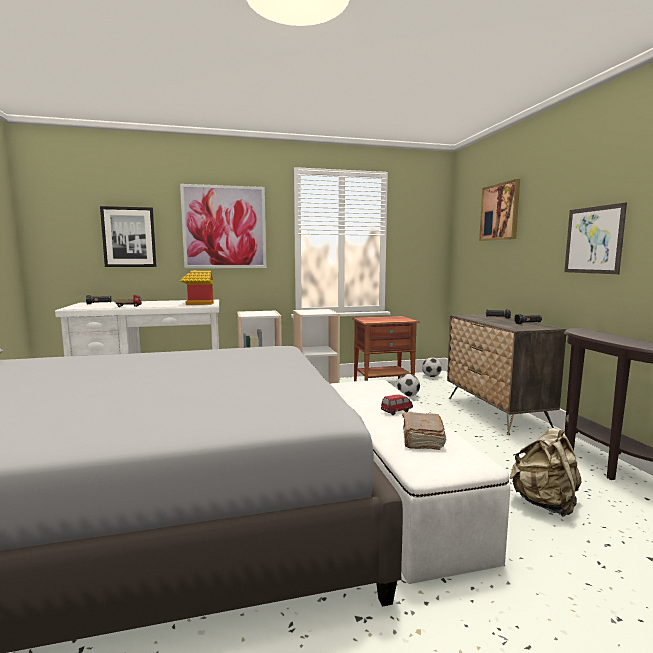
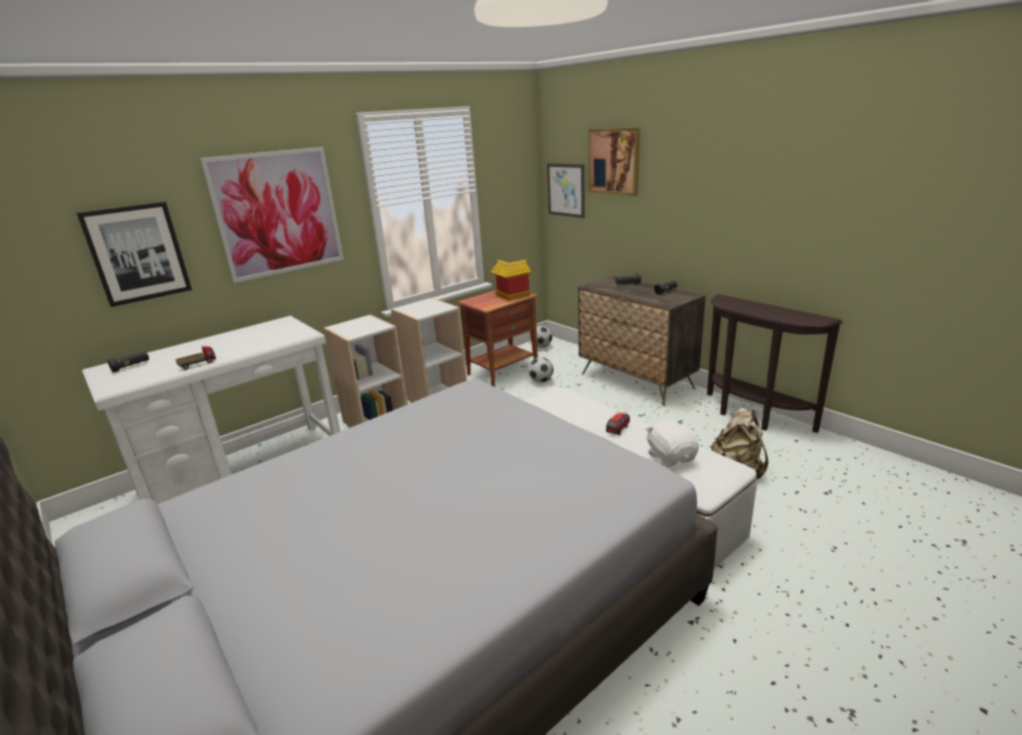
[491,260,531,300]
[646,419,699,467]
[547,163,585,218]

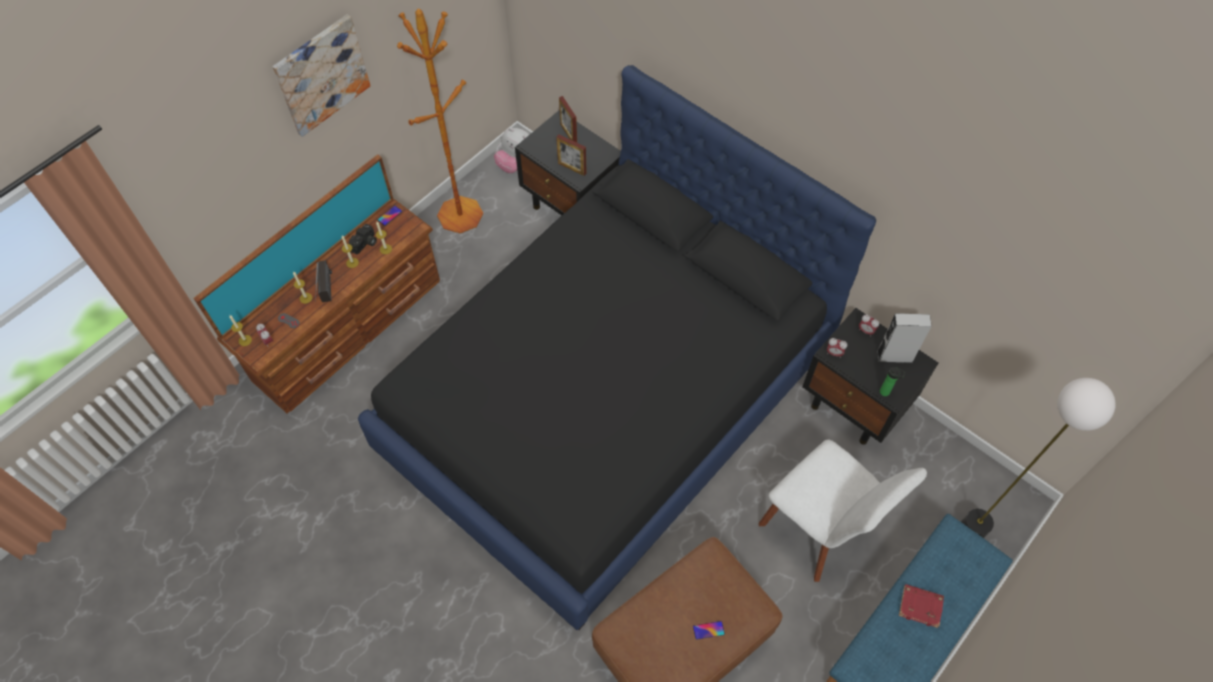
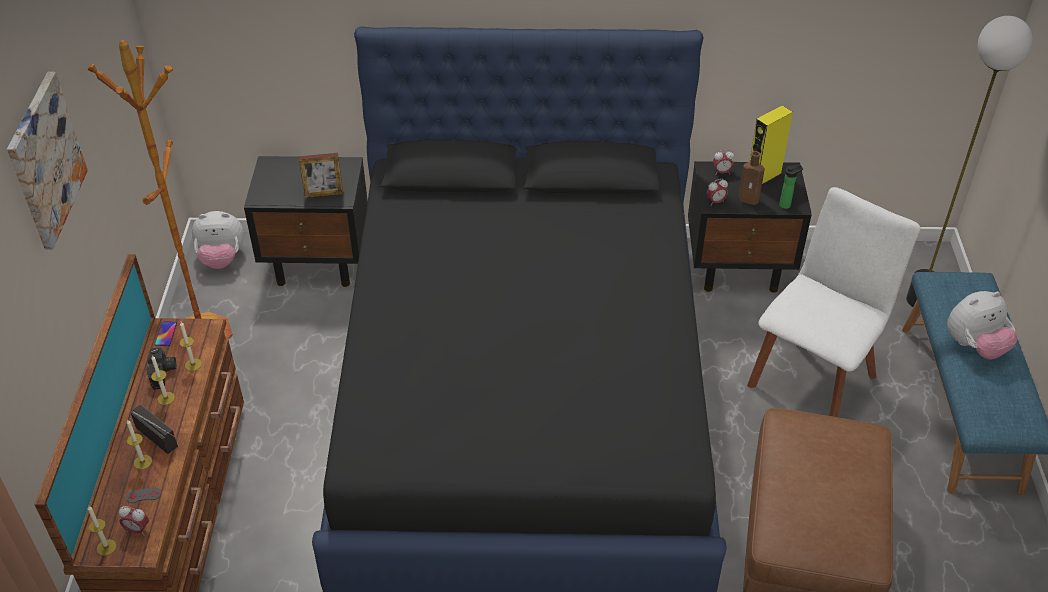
[559,96,577,143] (first image)
[693,621,725,640] (first image)
[747,187,920,417]
[749,105,793,185]
[947,291,1017,359]
[738,151,765,205]

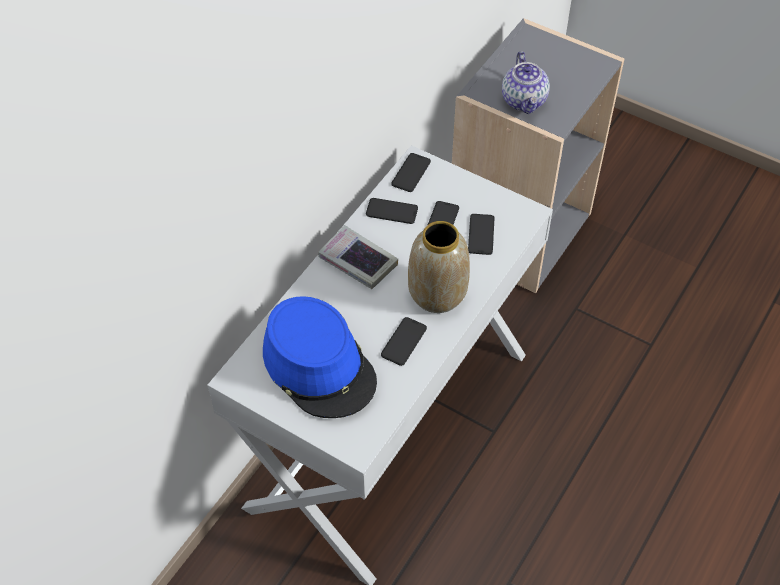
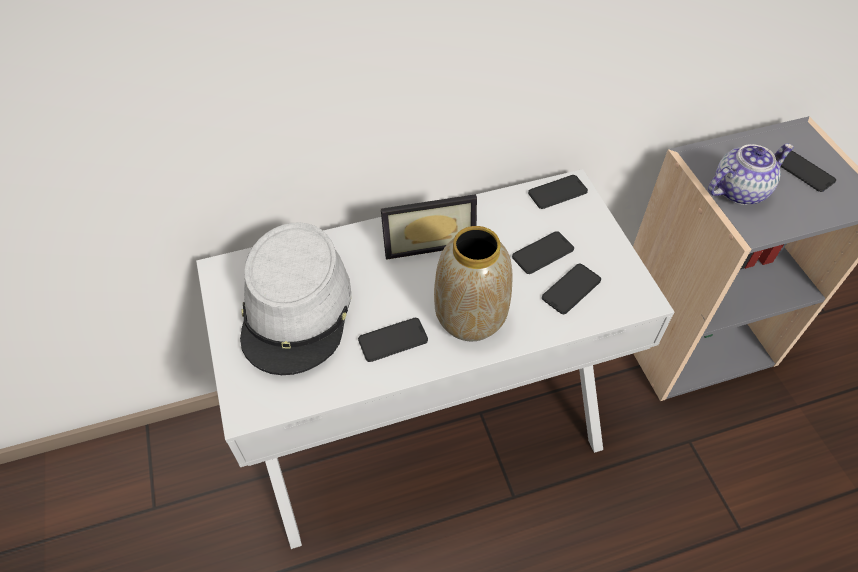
[240,222,351,375]
[381,194,477,260]
[781,151,836,192]
[708,143,794,205]

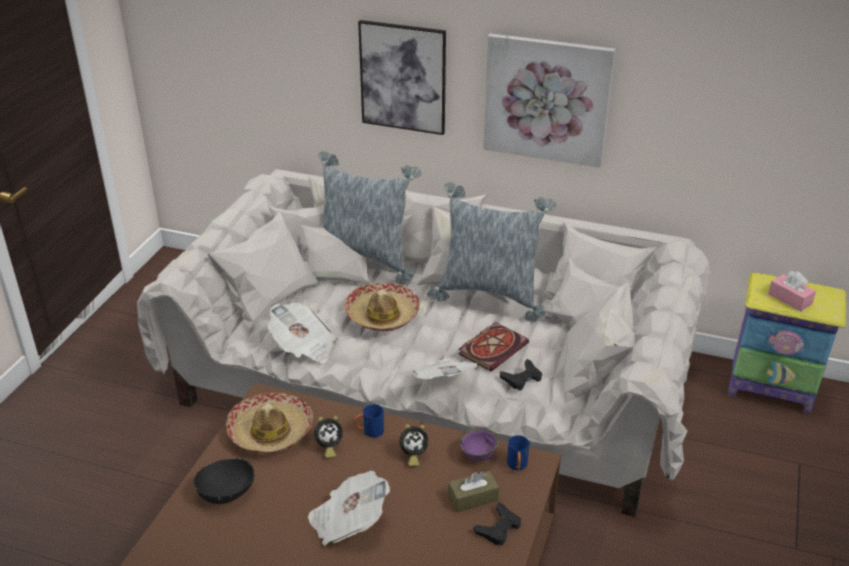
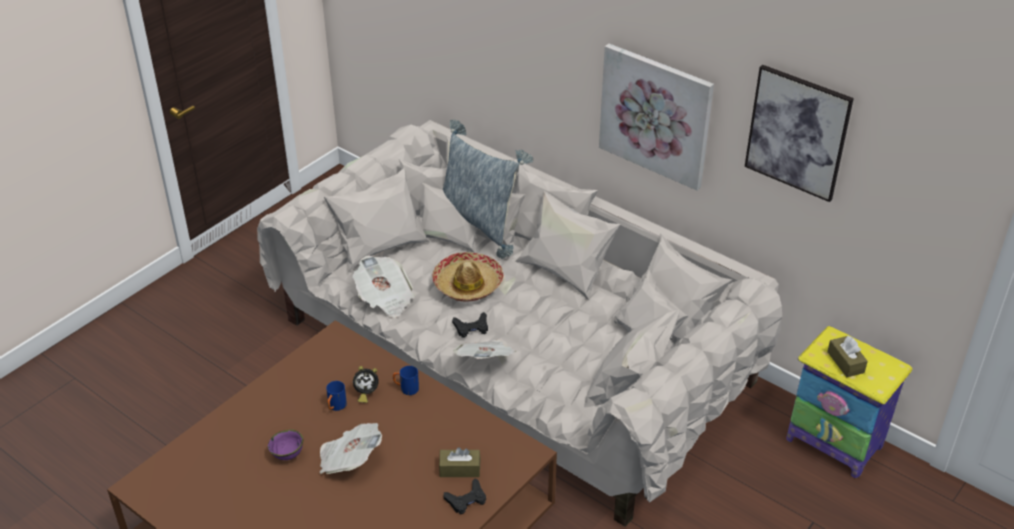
[194,458,254,504] (first image)
[226,393,313,454] (first image)
[745,65,854,202]
[399,424,428,466] (first image)
[426,182,556,323] (first image)
[458,322,529,372] (first image)
[268,430,303,460]
[452,312,488,338]
[326,381,347,411]
[827,335,868,377]

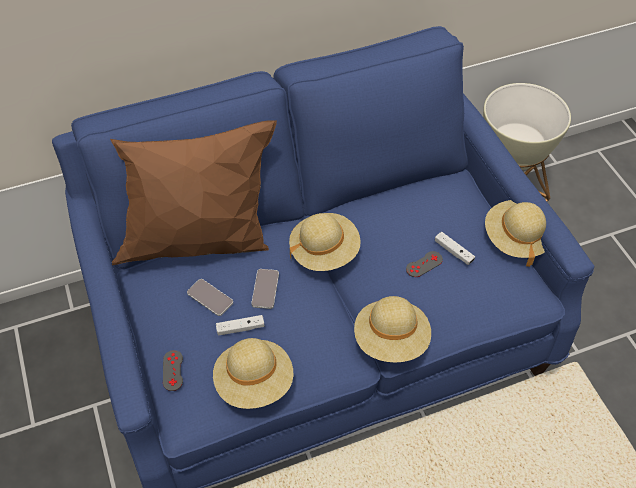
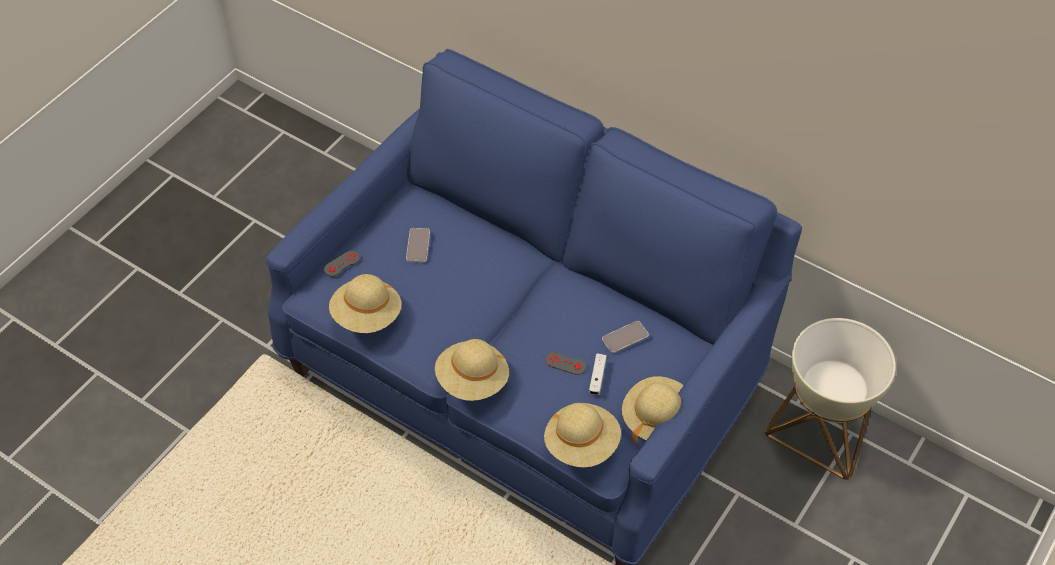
[110,120,277,265] (first image)
[216,315,265,336] (first image)
[602,321,649,353]
[544,403,621,467]

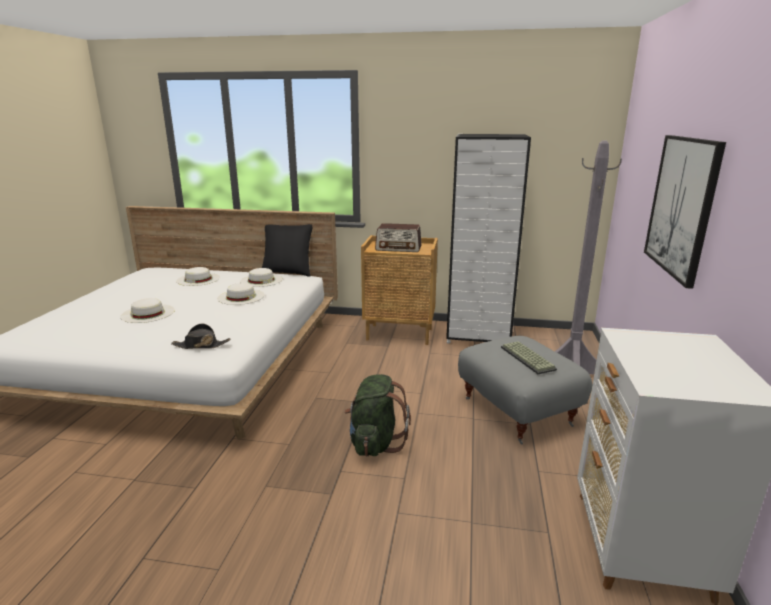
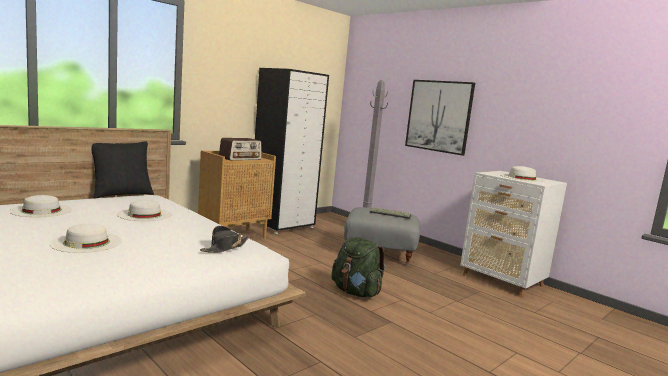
[500,166,545,182]

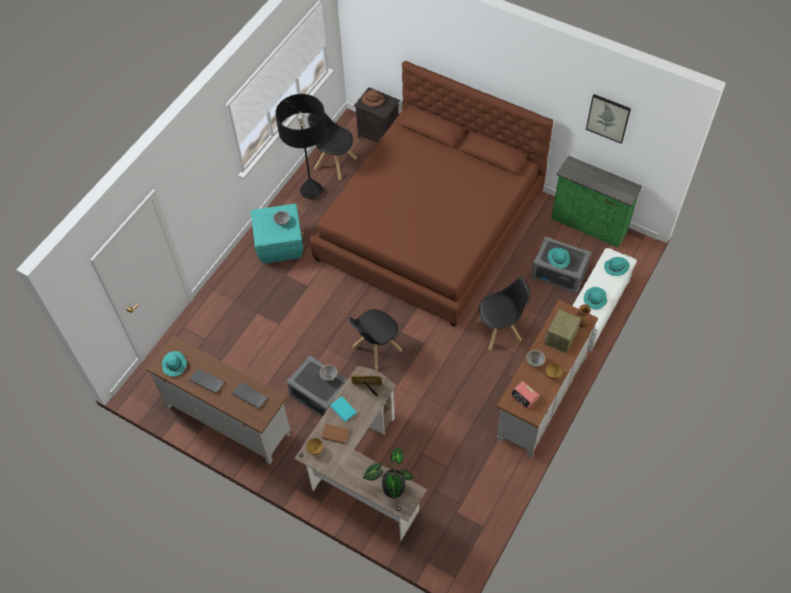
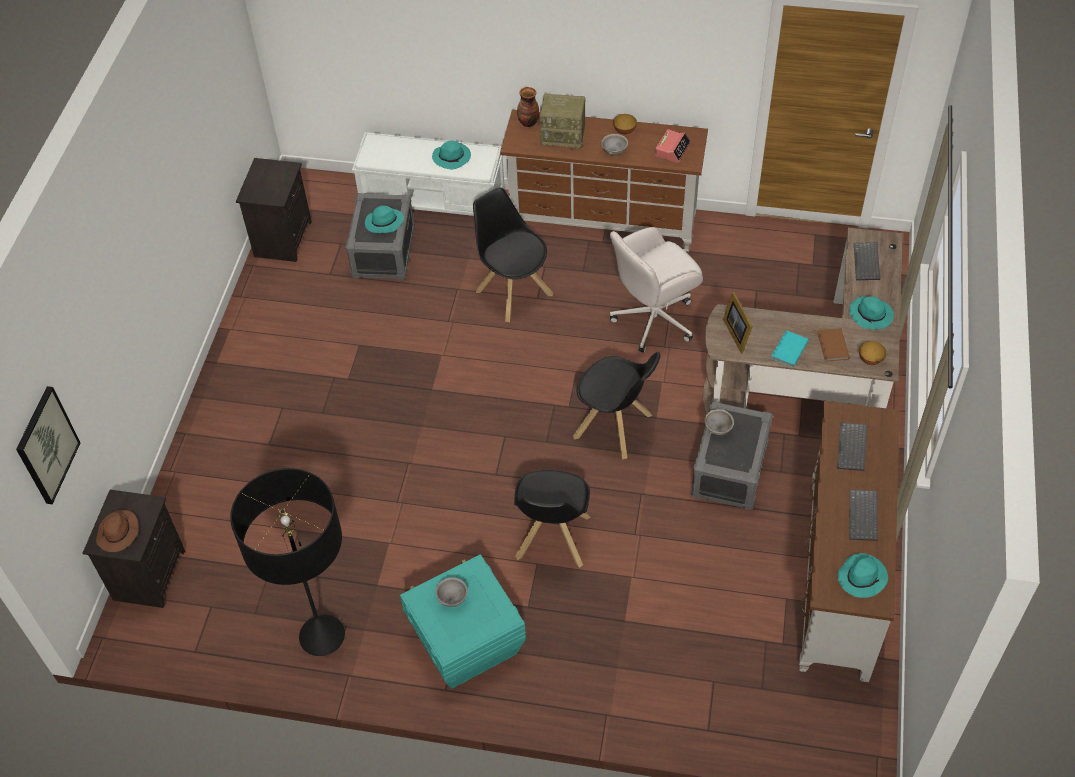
[514,470,591,568]
[310,61,553,327] (first image)
[854,242,880,280]
[236,158,312,262]
[16,386,80,504]
[849,296,894,329]
[610,227,703,353]

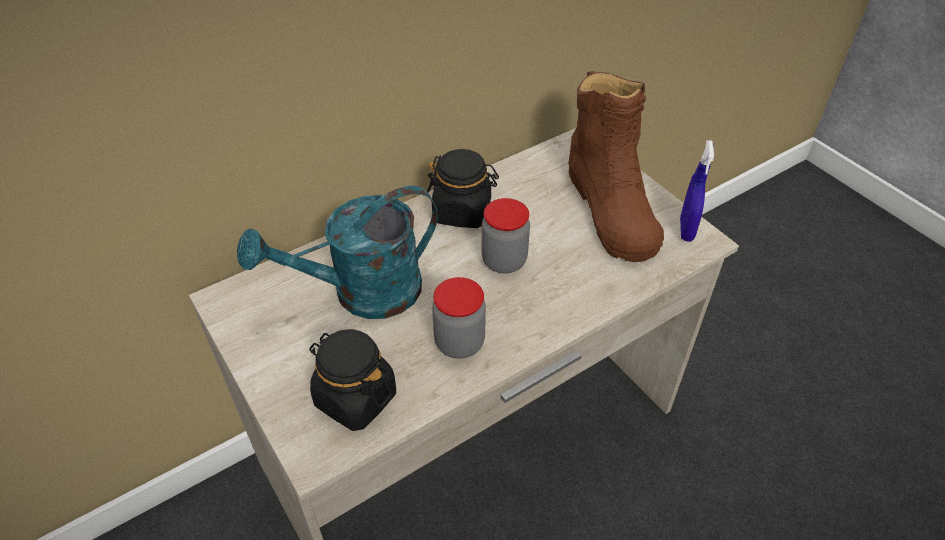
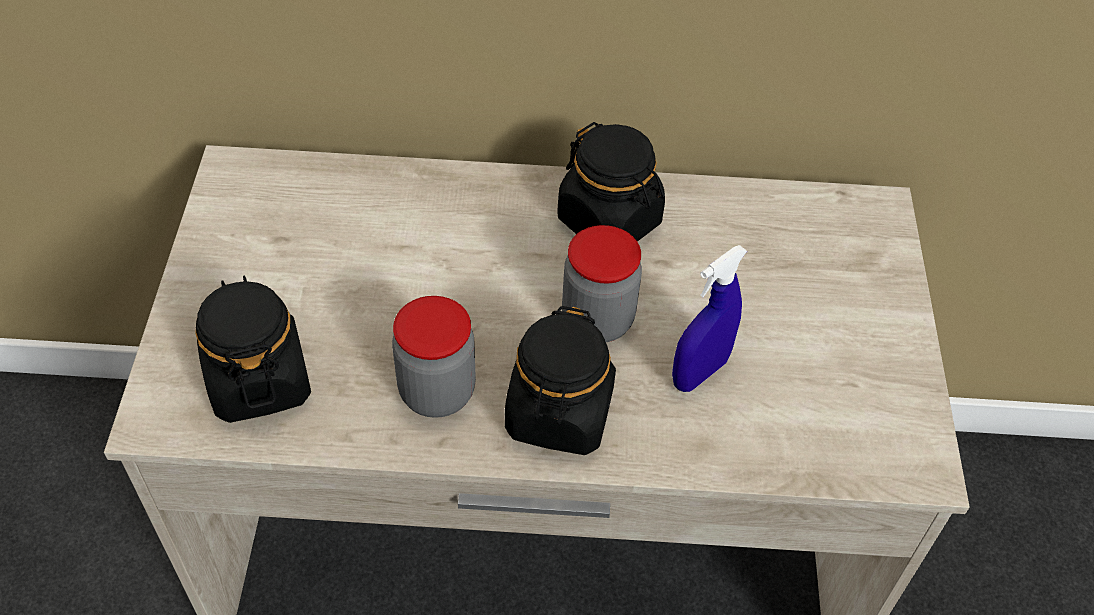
[237,186,438,319] (first image)
[568,71,664,262] (first image)
[672,245,747,392]
[505,306,616,455]

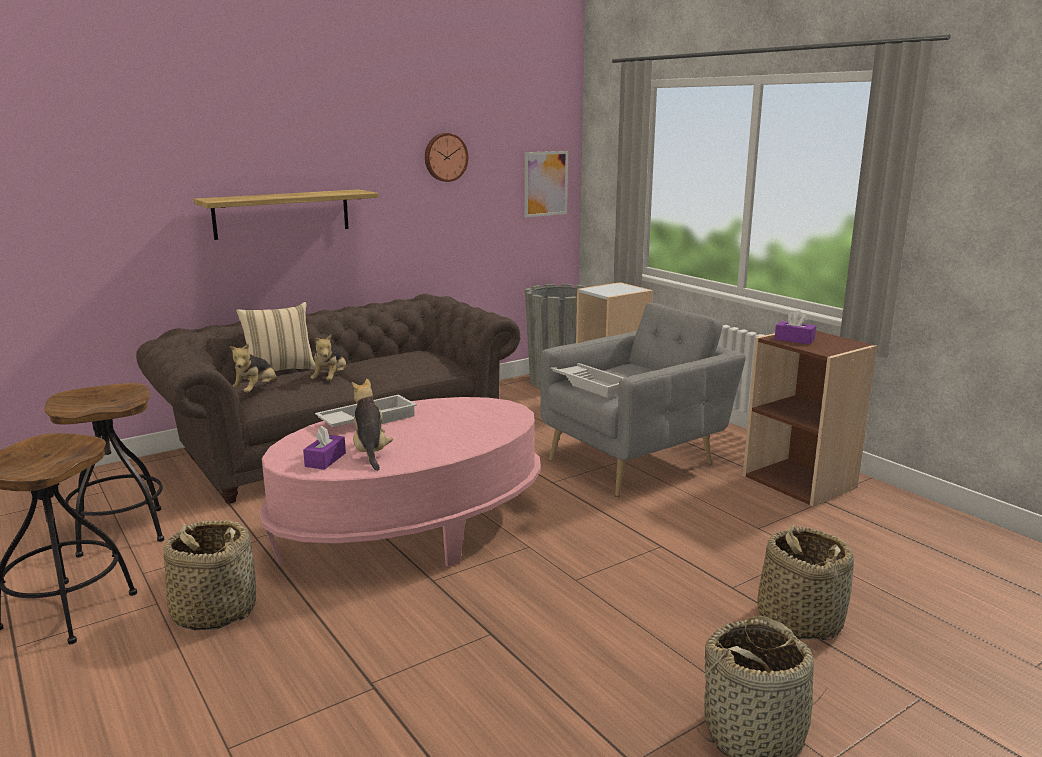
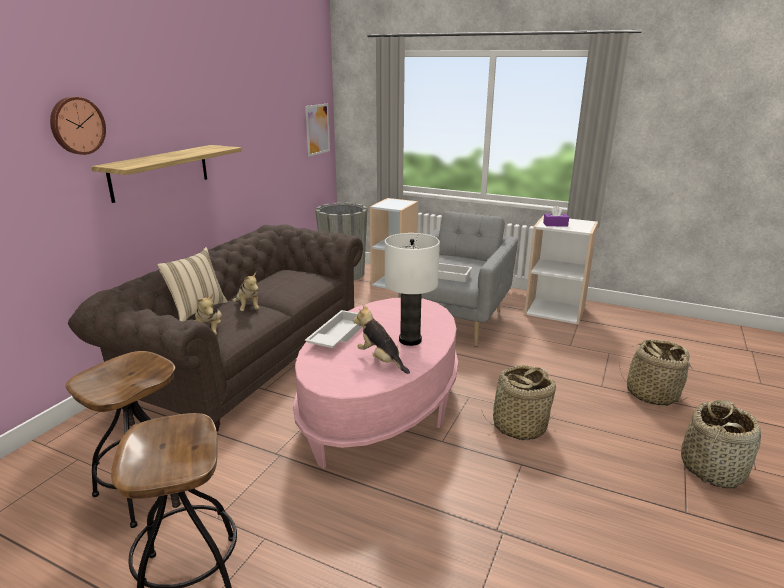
[481,365,556,440]
[303,426,346,470] (first image)
[50,97,106,155]
[524,216,598,325]
[385,233,440,346]

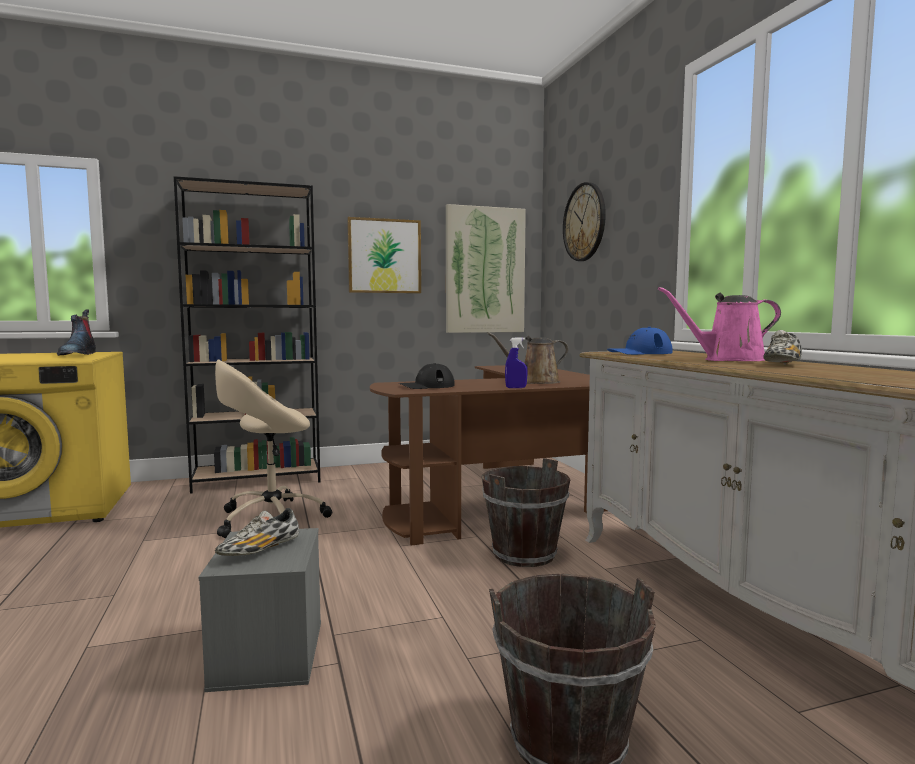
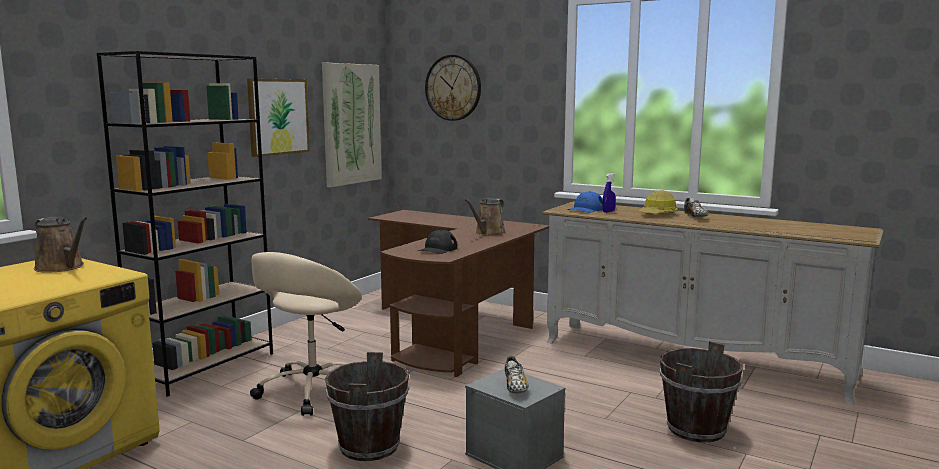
[34,217,87,273]
[325,352,409,461]
[603,173,616,213]
[638,190,678,214]

